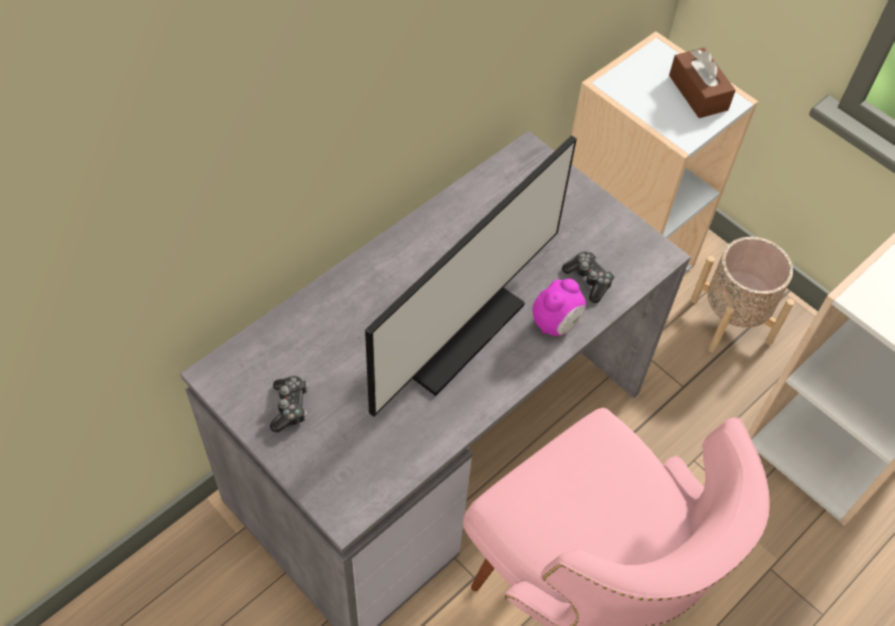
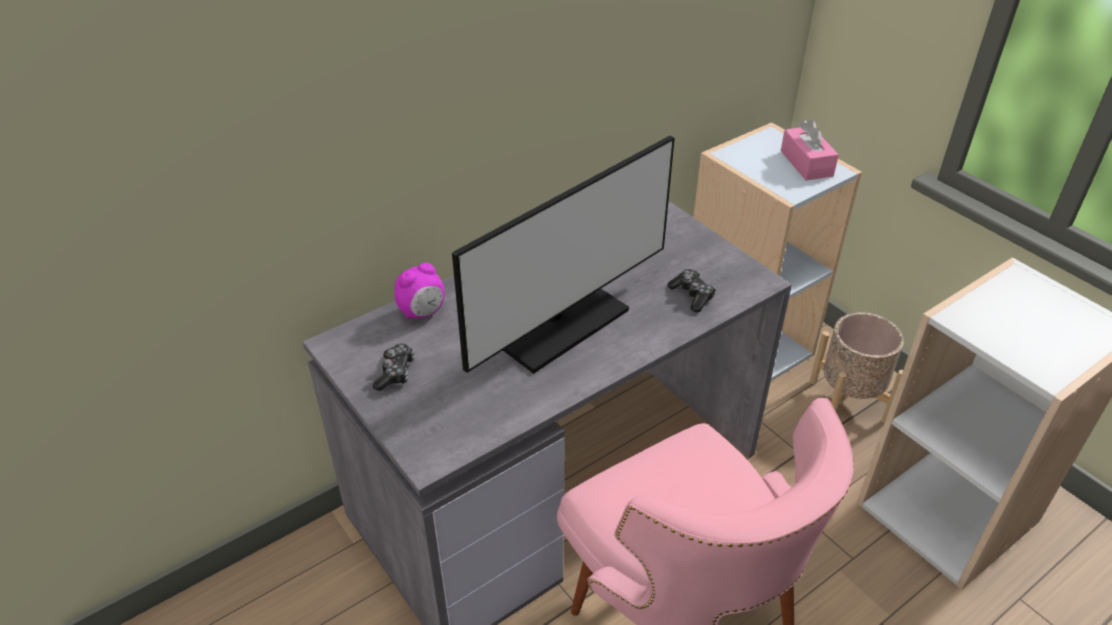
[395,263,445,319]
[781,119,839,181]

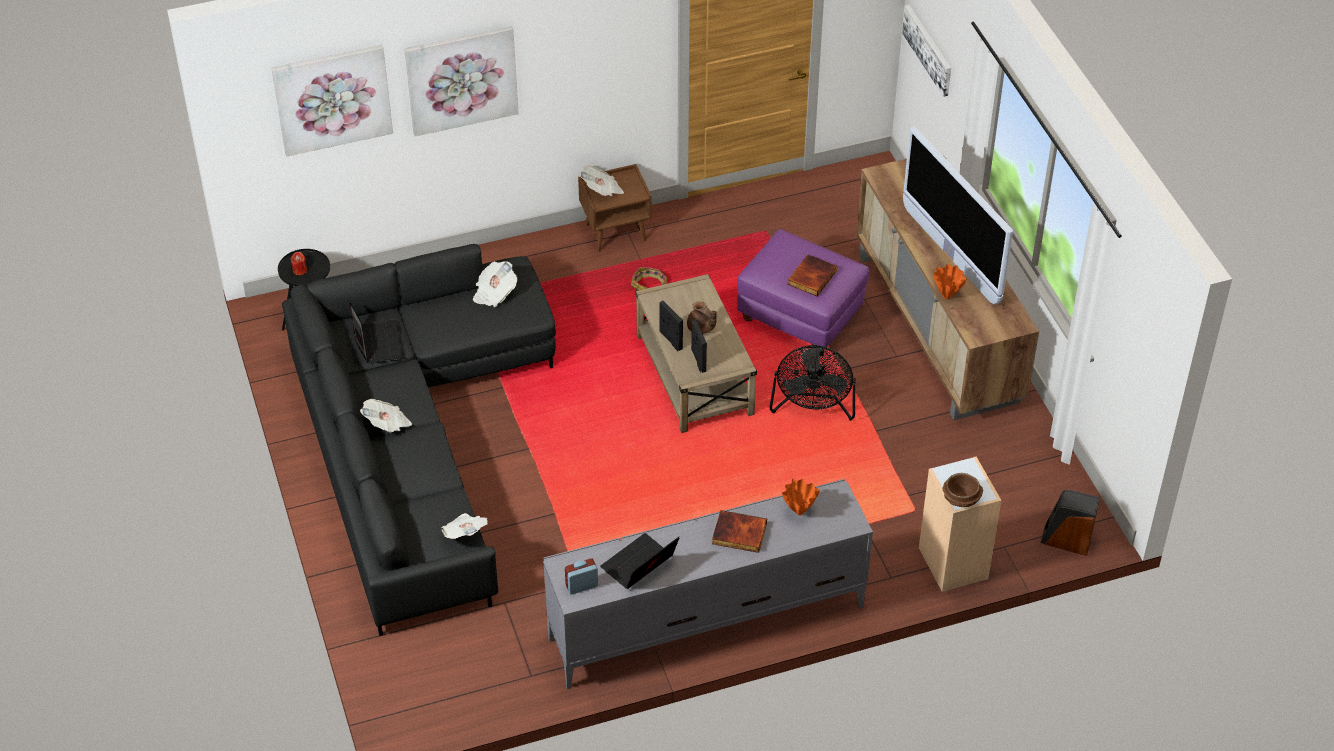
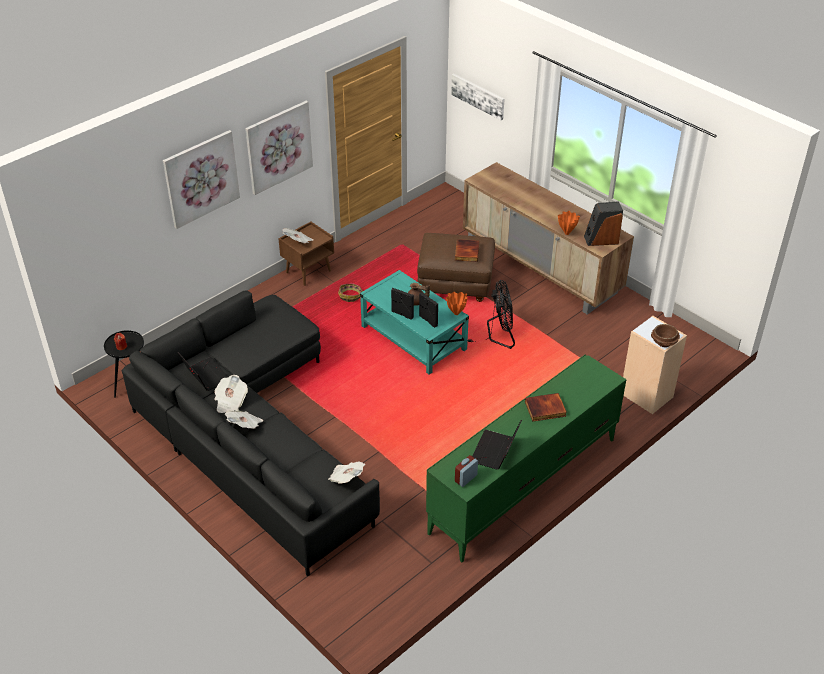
[245,101,313,195]
[214,375,248,413]
[426,354,627,562]
[360,270,469,375]
[417,233,495,302]
[468,280,515,349]
[446,292,468,315]
[903,127,1013,305] (first image)
[584,201,623,246]

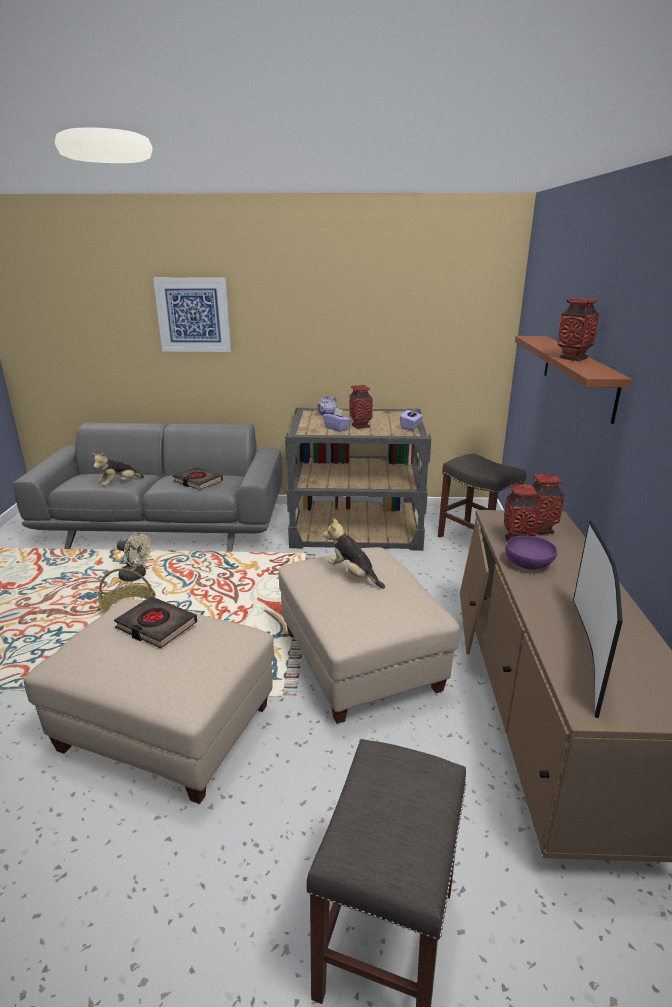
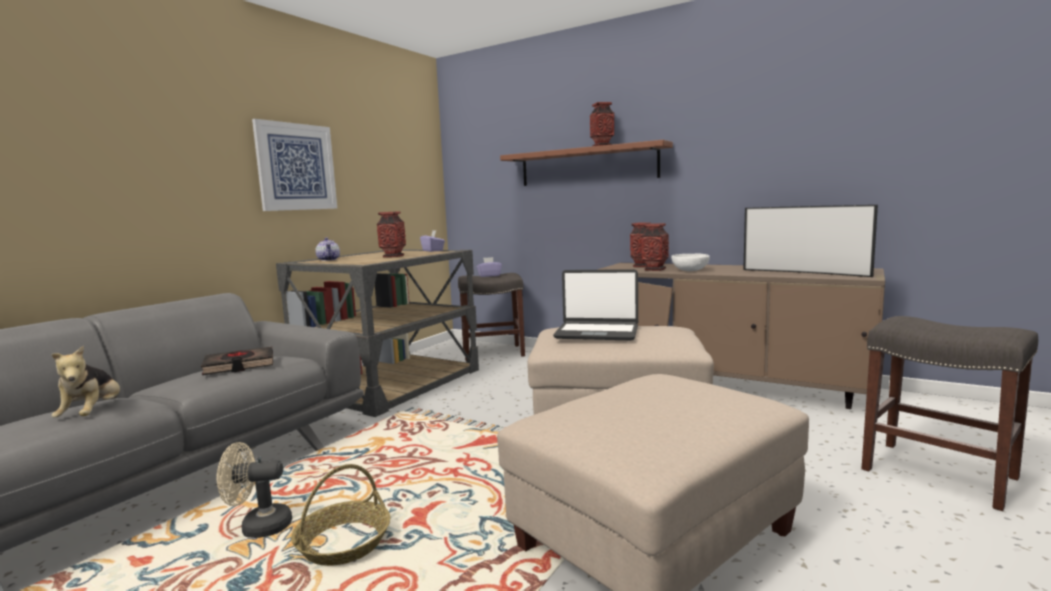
[114,596,197,648] (first image)
[217,442,292,538]
[252,119,337,211]
[477,257,502,277]
[553,269,638,340]
[671,253,710,271]

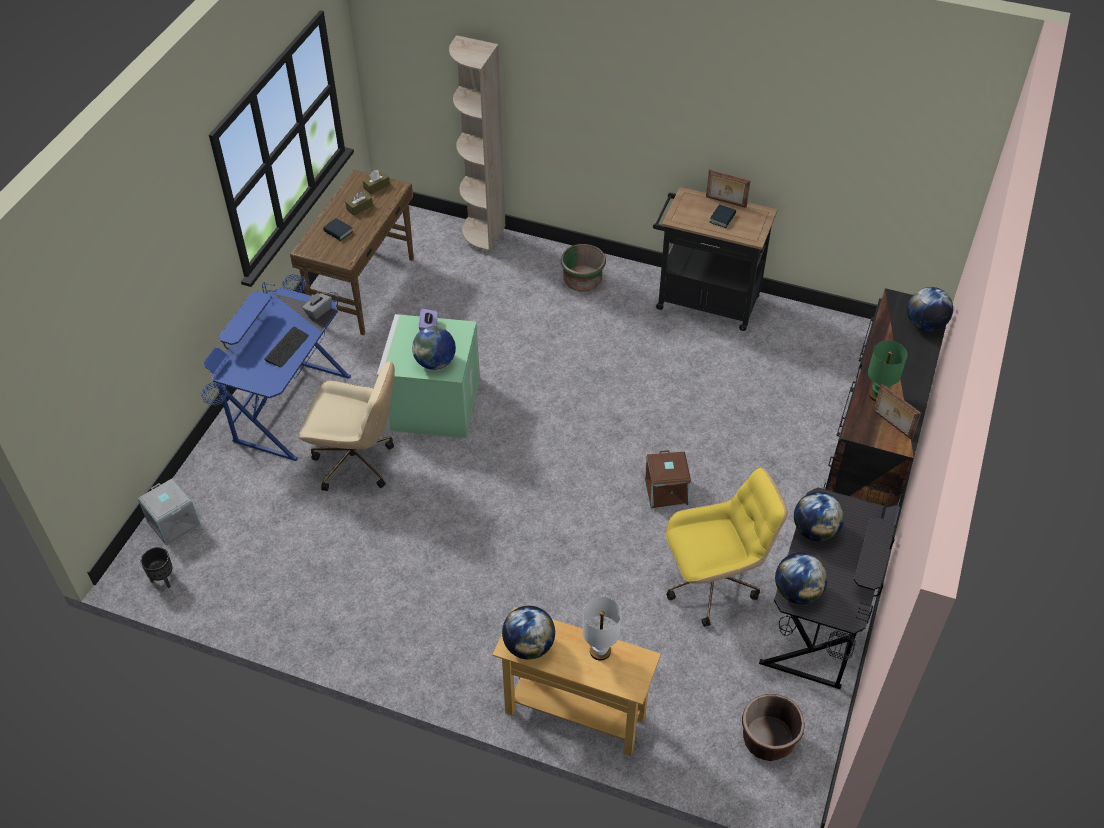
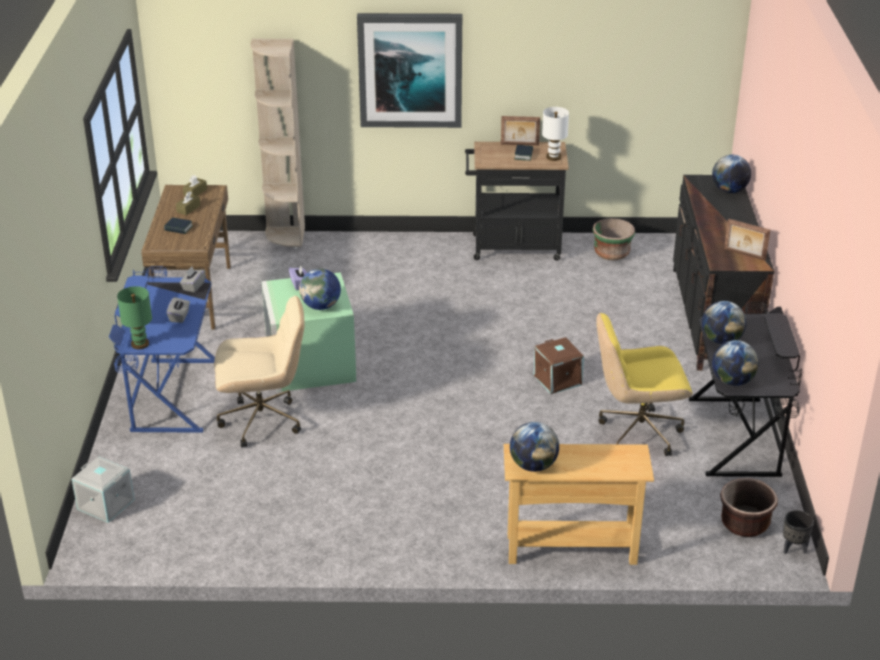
[783,510,814,554]
[167,297,190,323]
[593,218,635,260]
[542,107,569,161]
[596,313,693,456]
[117,286,152,349]
[357,13,462,128]

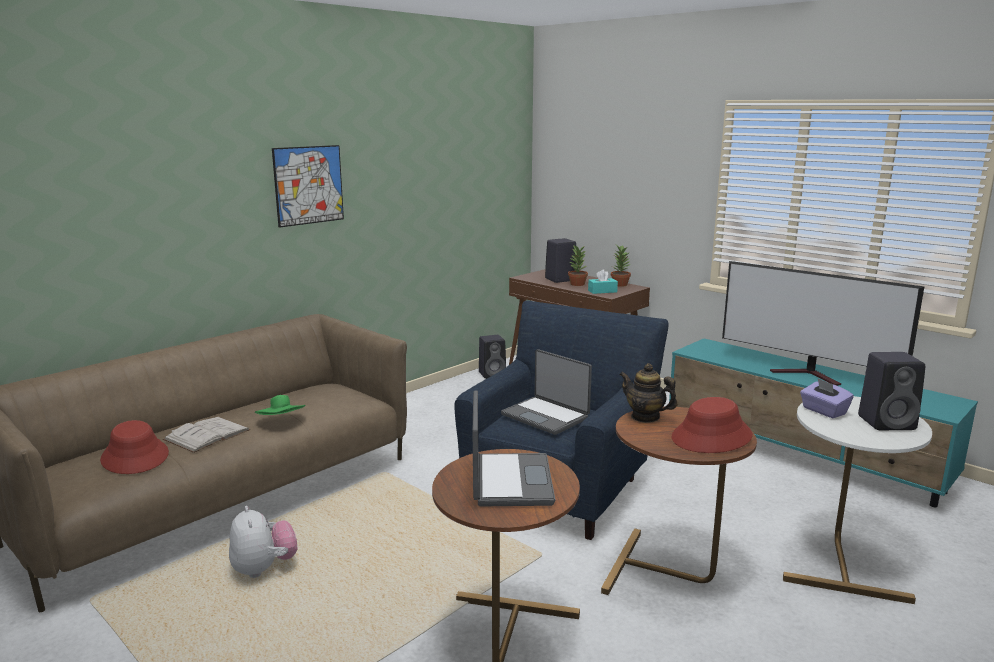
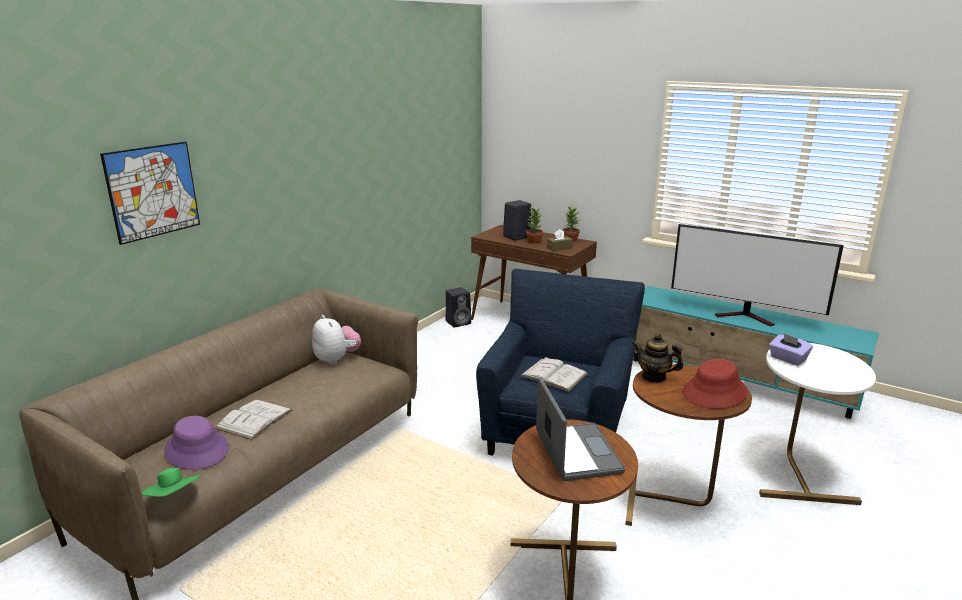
[164,416,229,470]
[312,315,361,365]
[141,468,201,497]
[100,141,200,245]
[520,357,588,392]
[547,229,573,251]
[858,352,925,430] (first image)

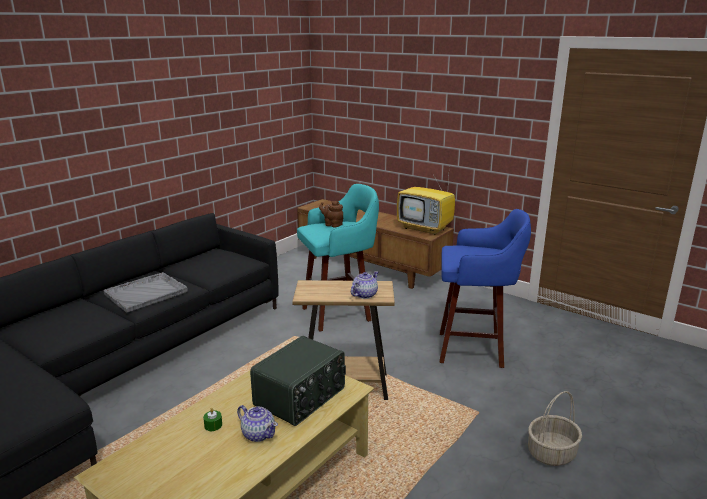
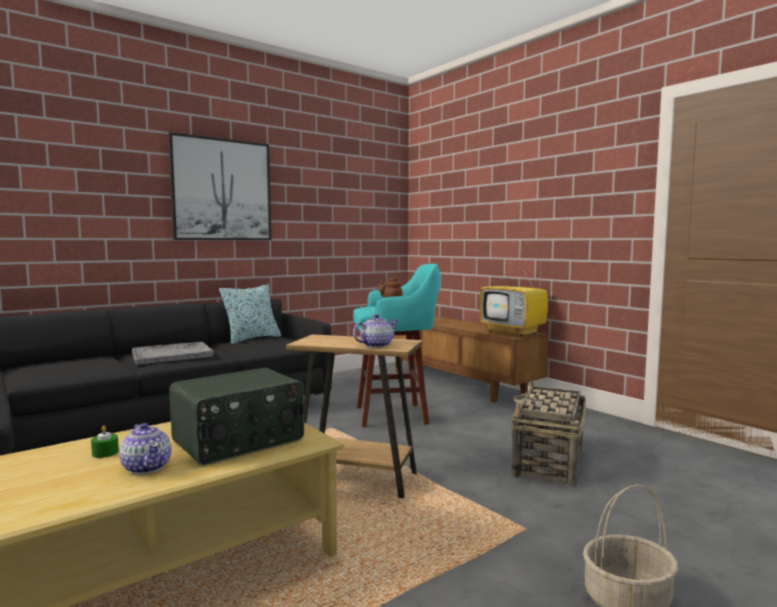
[511,381,586,487]
[168,132,271,240]
[219,284,281,344]

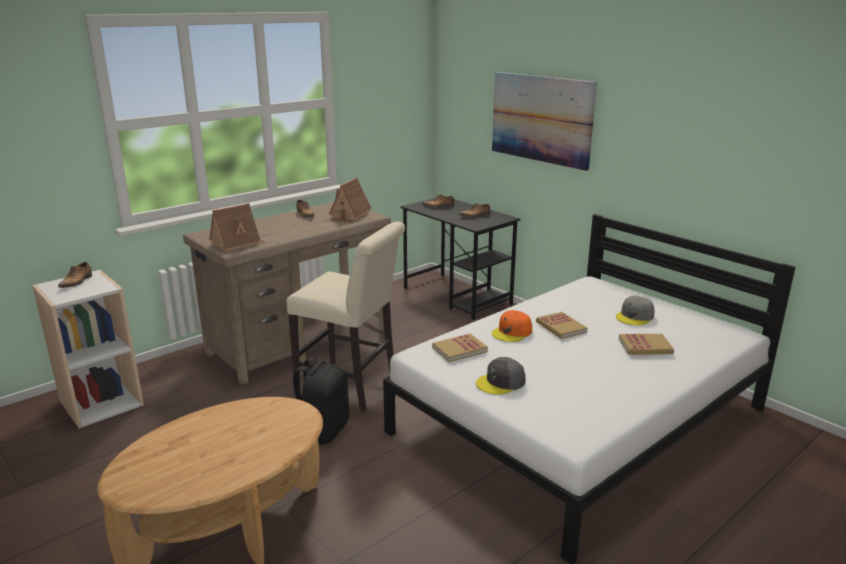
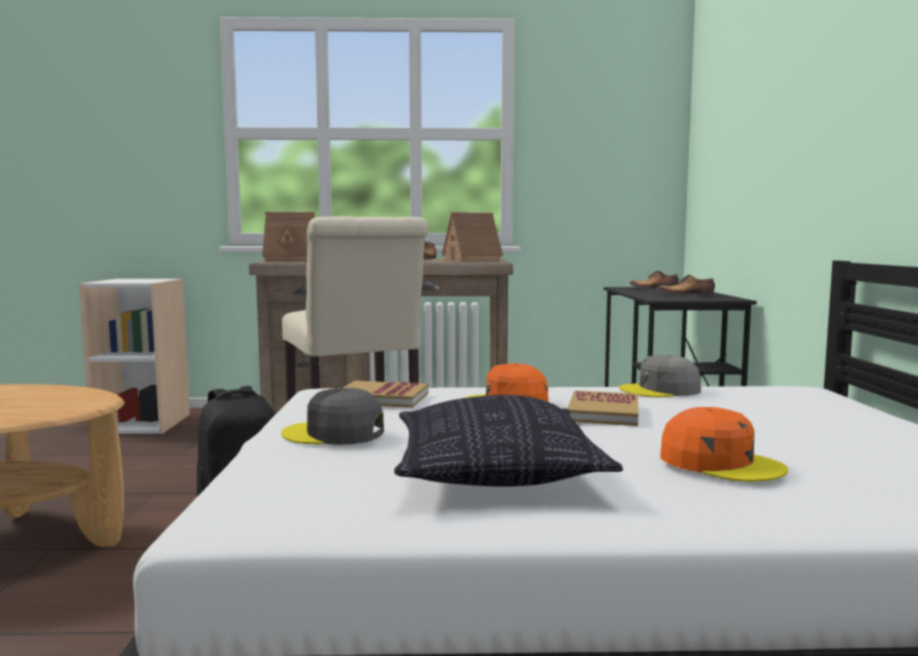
[58,262,92,288] (first image)
[492,72,597,171] (first image)
[619,355,701,397]
[660,407,788,482]
[394,395,623,486]

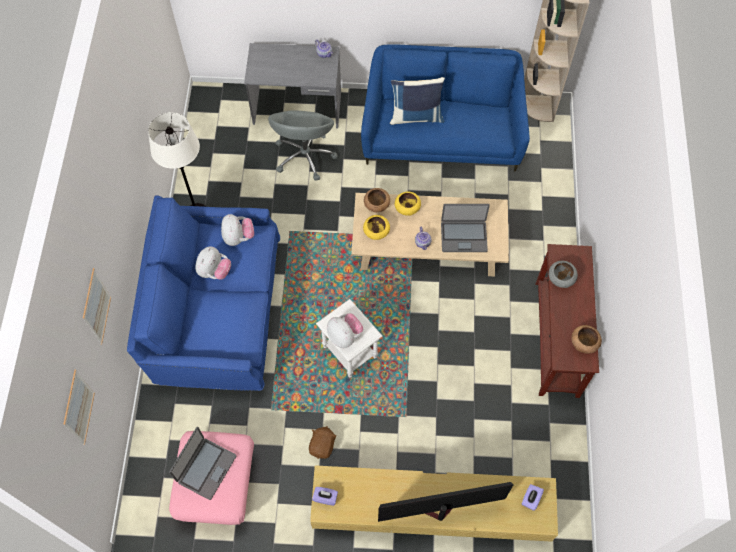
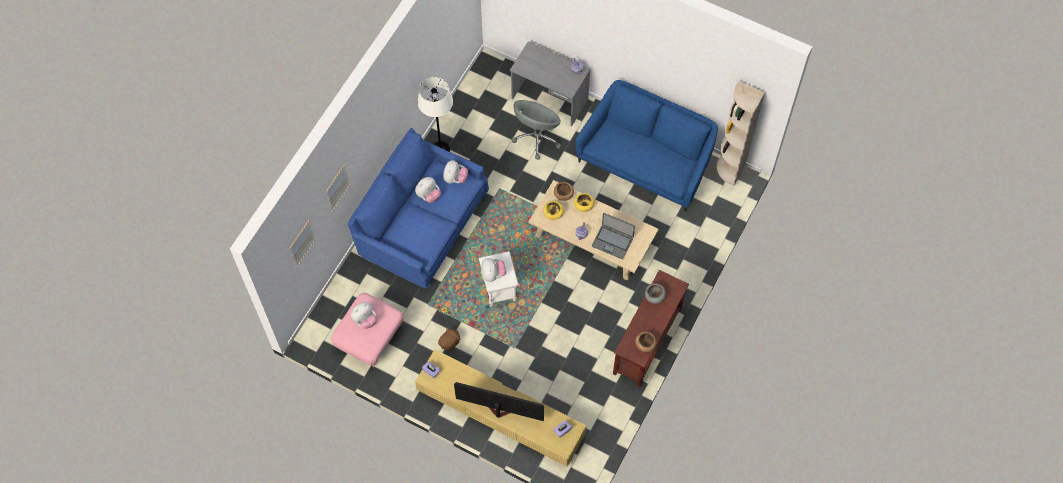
[351,302,377,329]
[390,77,445,125] (first image)

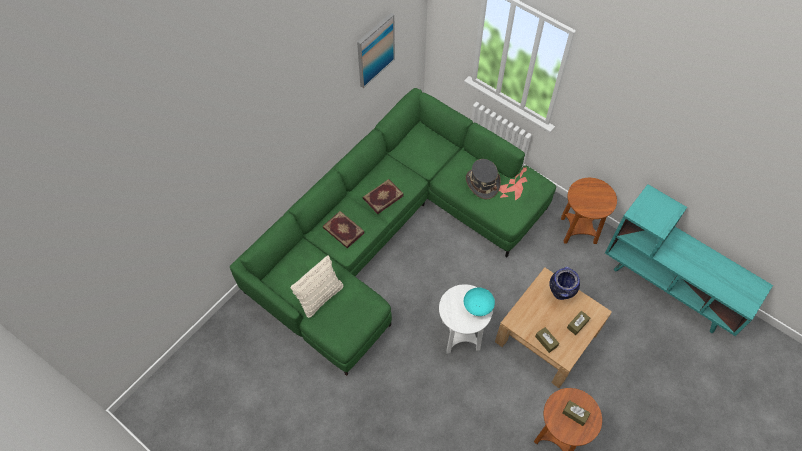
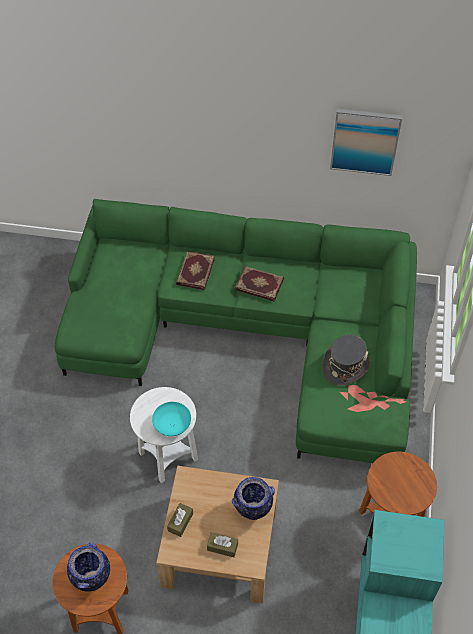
[290,255,344,318] (first image)
[67,543,110,592]

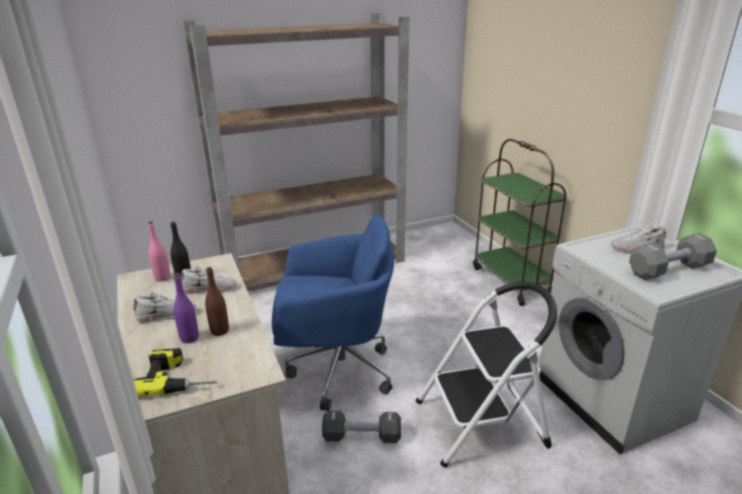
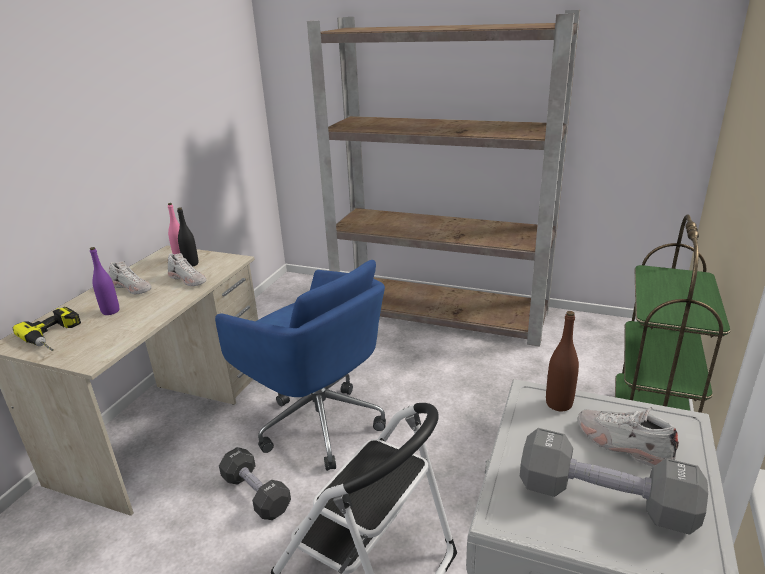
[546,311,579,411]

